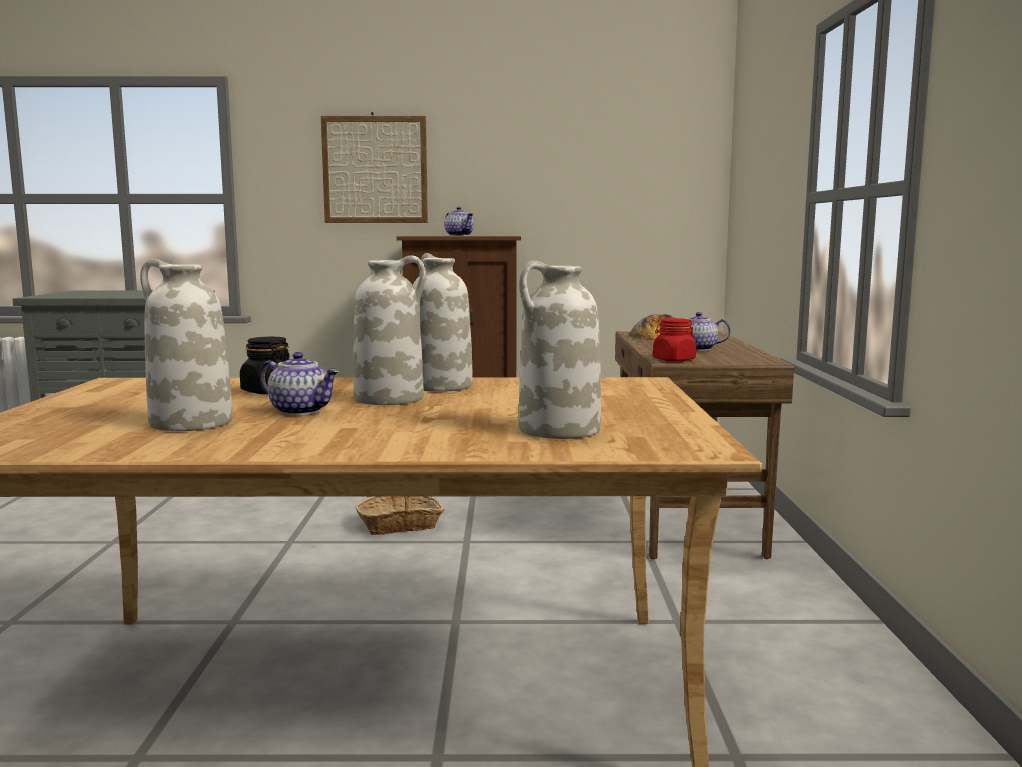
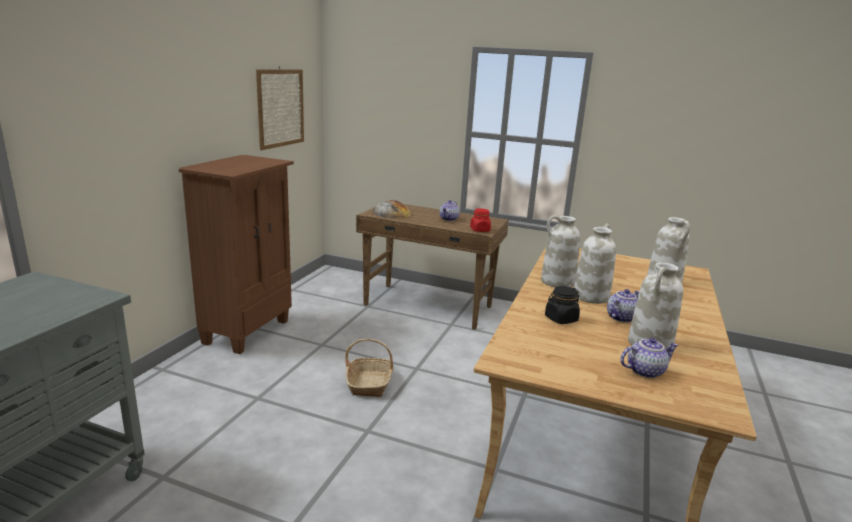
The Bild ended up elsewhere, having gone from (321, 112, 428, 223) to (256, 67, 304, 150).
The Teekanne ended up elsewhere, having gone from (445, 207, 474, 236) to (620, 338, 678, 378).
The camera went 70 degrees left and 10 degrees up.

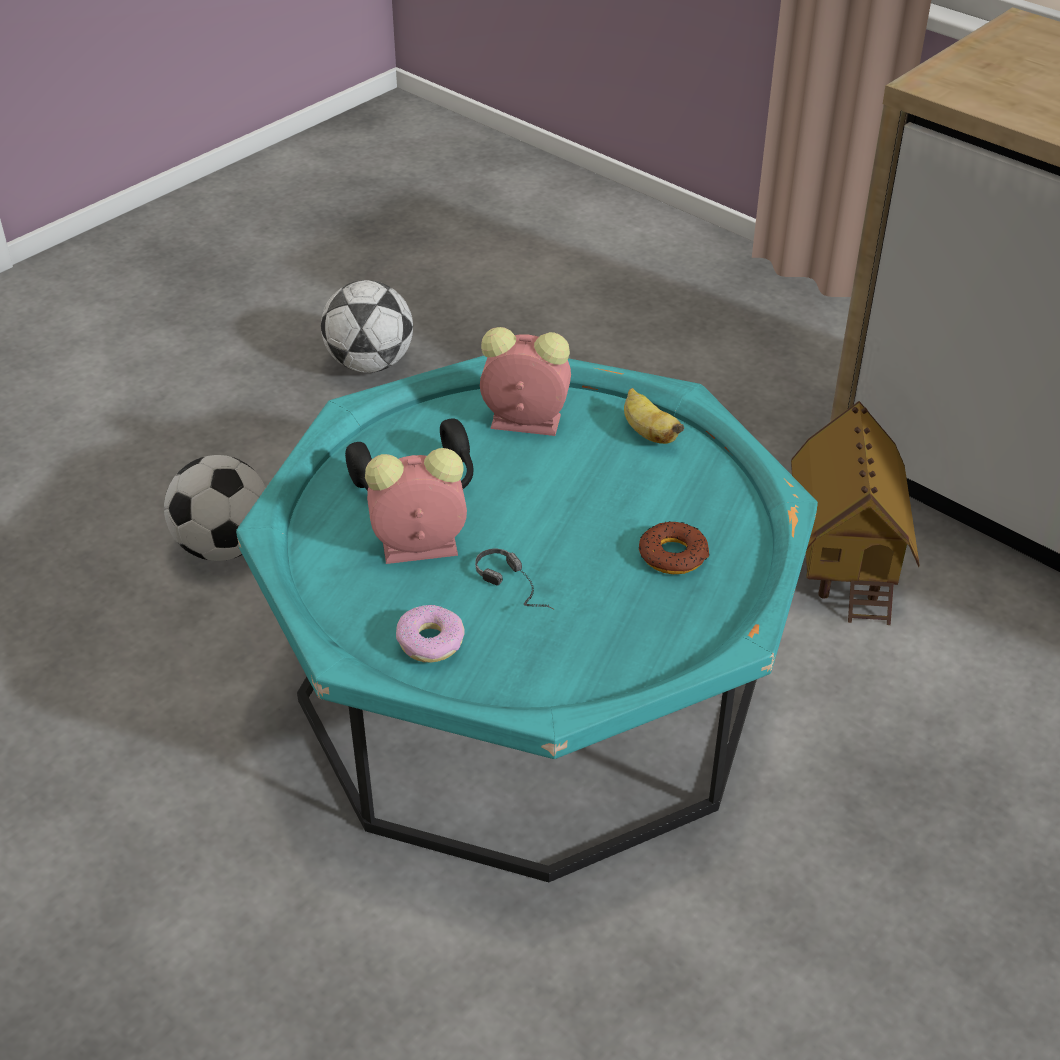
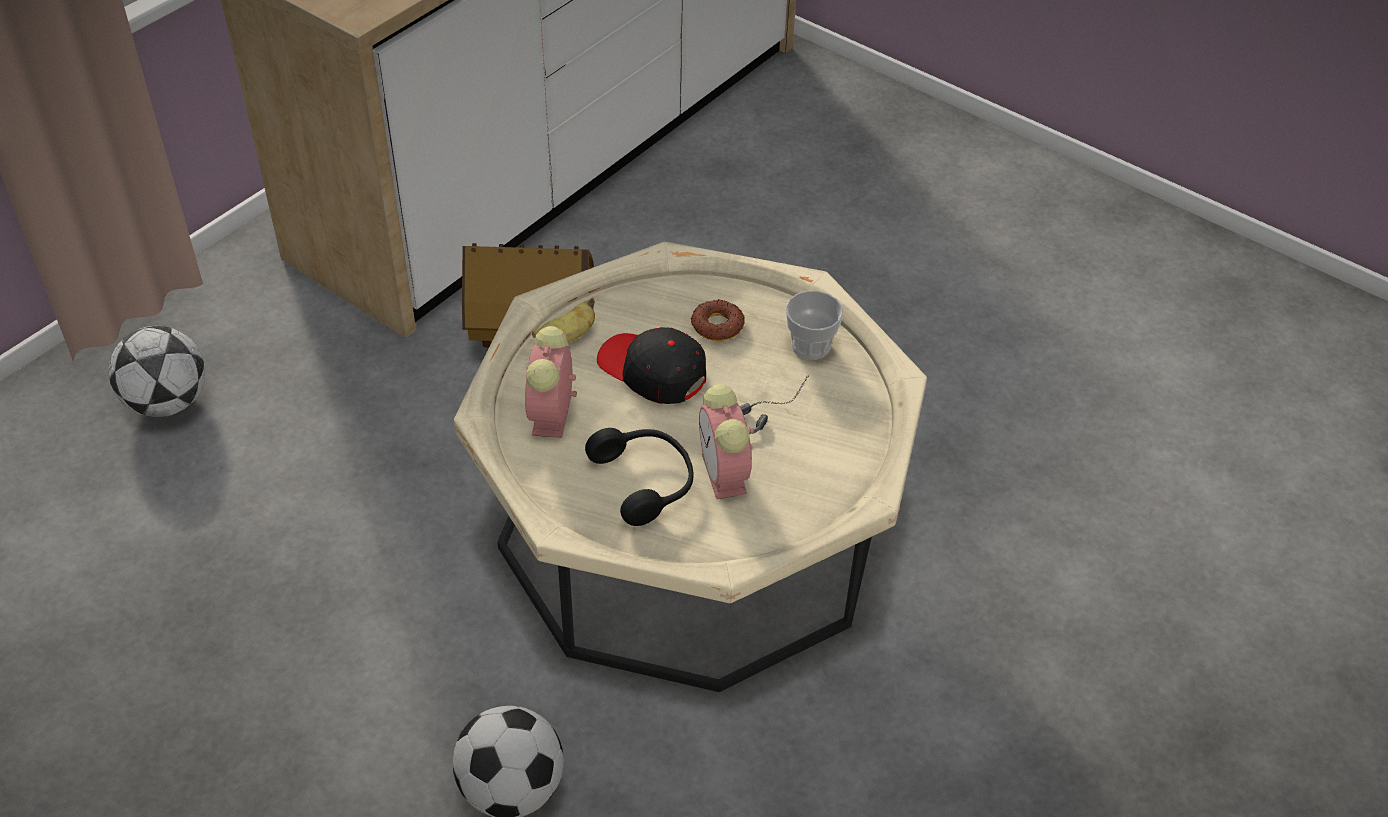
What was the Couchtisch [türkis] at (236, 356, 818, 882) turned into the Couchtisch [beige] at (454, 242, 927, 692).
The Fußball ended up elsewhere, having gone from (321, 280, 413, 373) to (108, 326, 205, 417).
The second view lost the Donut at (396, 605, 465, 662).
The second view gained the Kappe [schwarz] at (597, 327, 706, 404).
The second view gained the Tasse at (786, 291, 843, 360).
The camera went 95 degrees left and 5 degrees up.

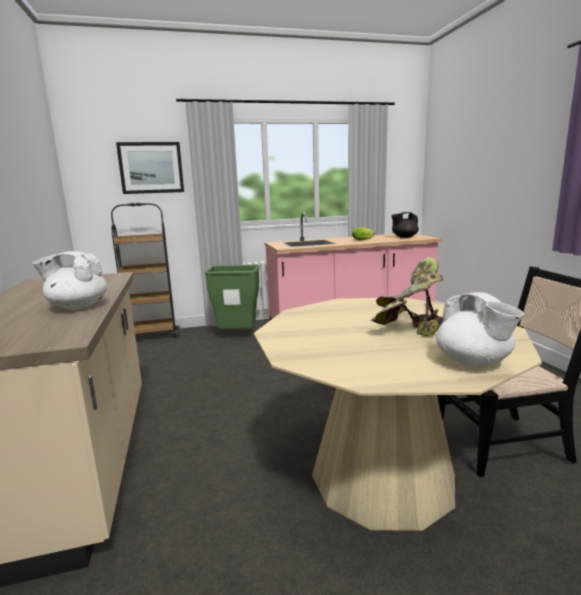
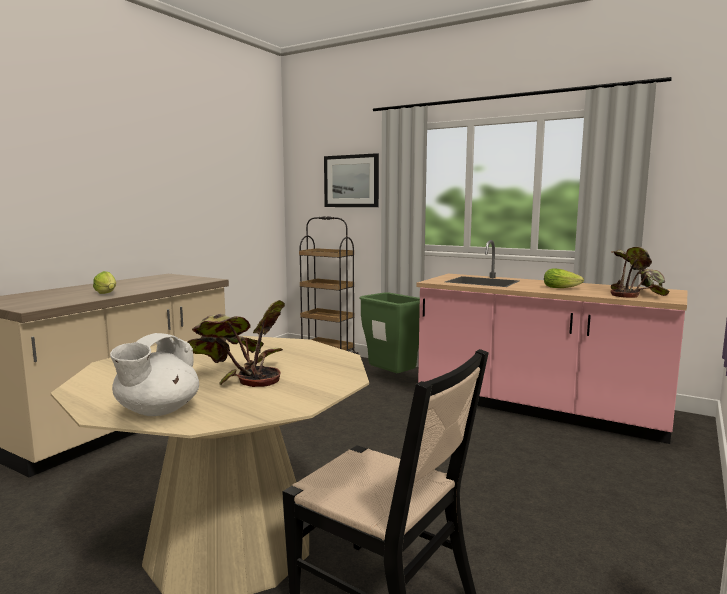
Where the Teekanne [weiß] stood at (32, 251, 107, 310), the Salatkopf came to stand at (93, 271, 116, 294).
Where the Teekanne [schwarz] stood at (392, 212, 419, 238), the Topfpflanze came to stand at (610, 247, 670, 298).
The camera went 45 degrees right and 5 degrees down.

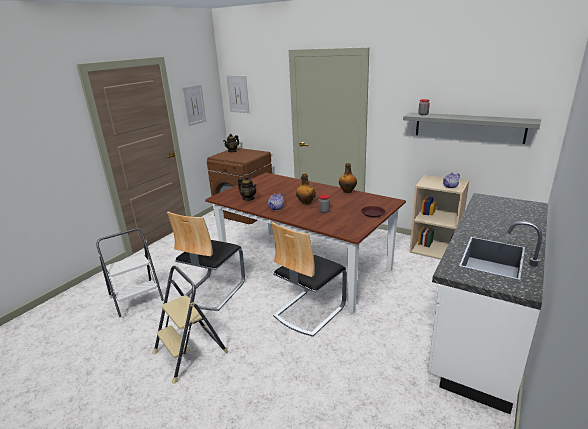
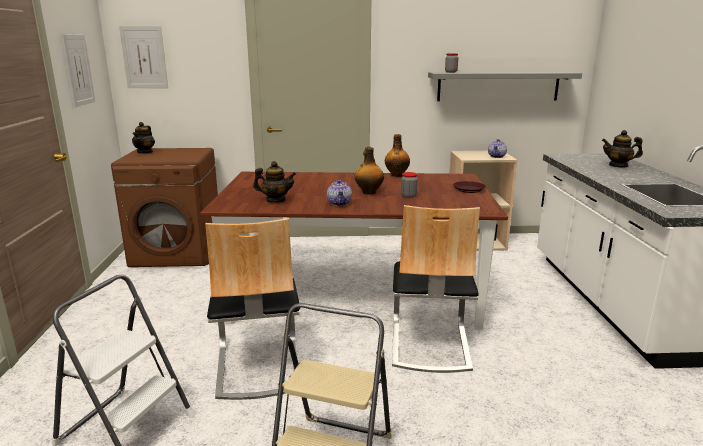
The second view gained the Teekanne at (602, 130, 643, 168).
The camera went 35 degrees left and 5 degrees down.

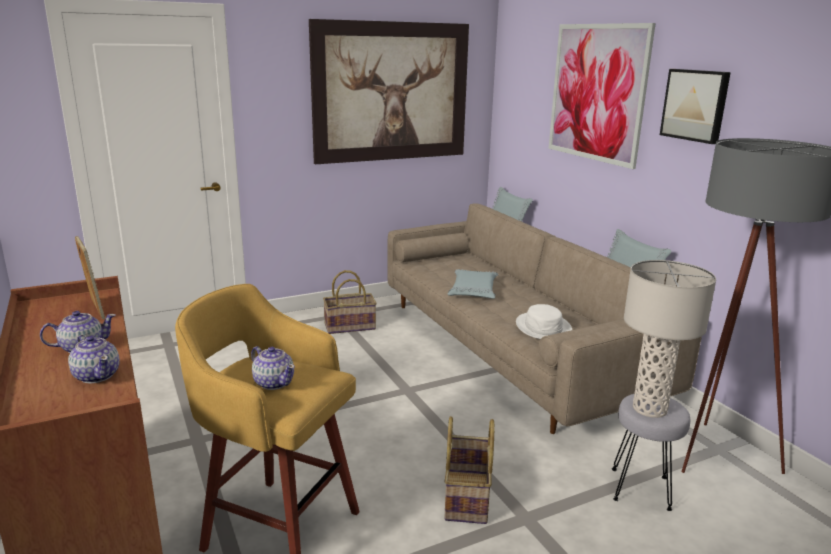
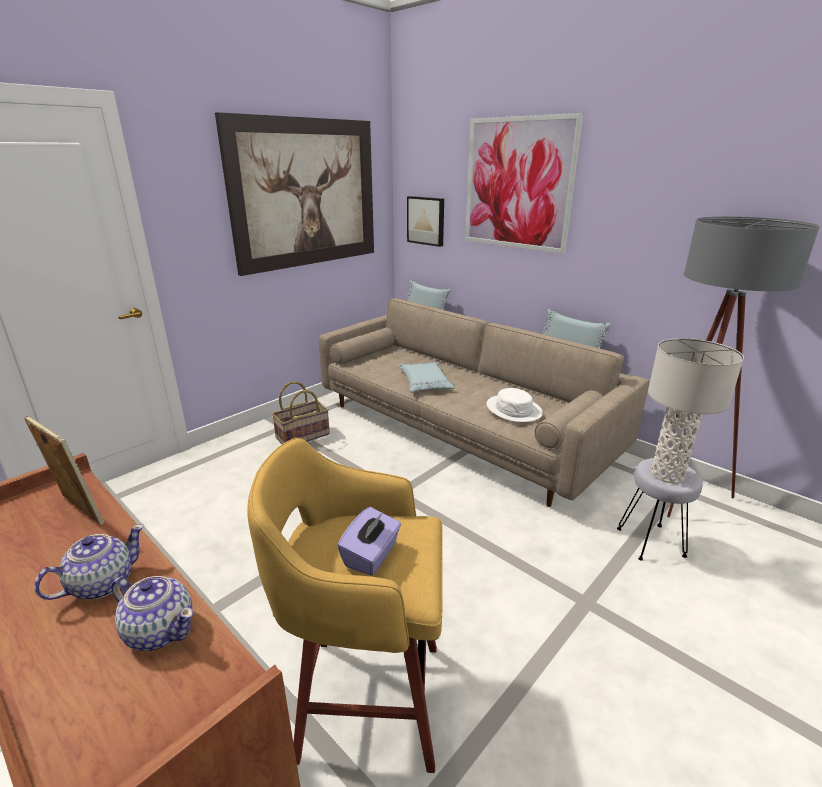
Where the Teekanne stood at (251, 346, 295, 390), the Taschentuchbox [lila] came to stand at (337, 507, 401, 576).
The second view lost the Korb at (444, 416, 494, 524).
The Bild ended up elsewhere, having gone from (660, 69, 731, 144) to (407, 196, 444, 247).
The camera went 20 degrees left and 5 degrees up.

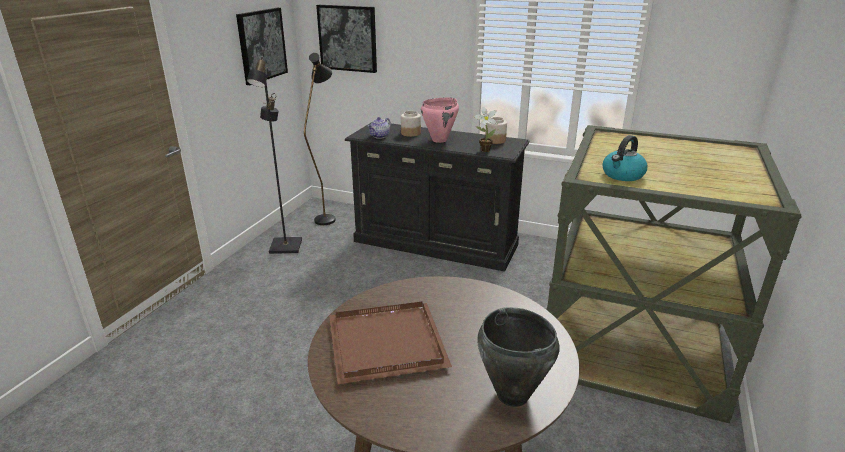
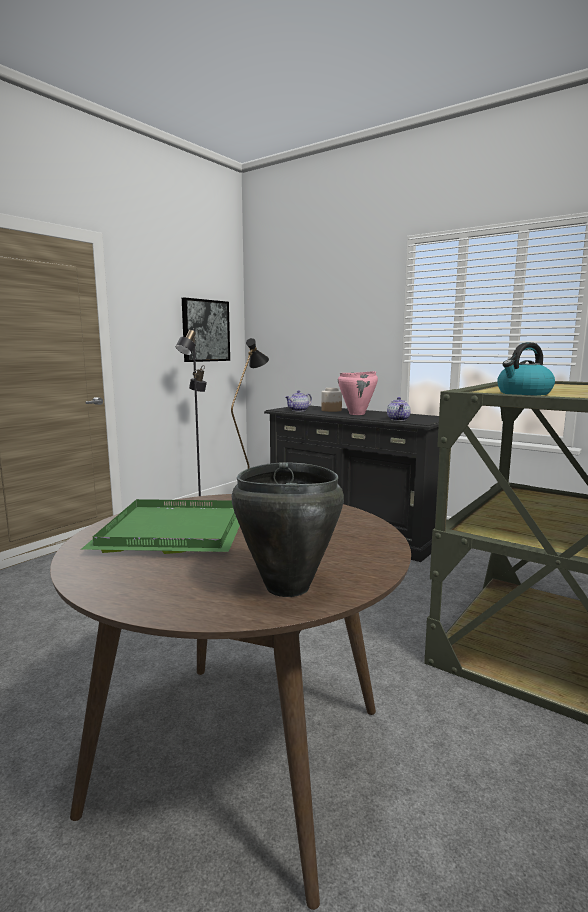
The second view lost the Bild at (316, 5, 377, 73).
What was the Tablett [braun] at (329, 302, 452, 384) turned into the Tablett [grün] at (82, 499, 240, 554).
Where the Topfpflanze stood at (474, 107, 498, 152), the Teekanne came to stand at (387, 397, 411, 421).
The second view lost the Vorratsglas at (485, 117, 507, 144).
The camera went 15 degrees right and 15 degrees down.

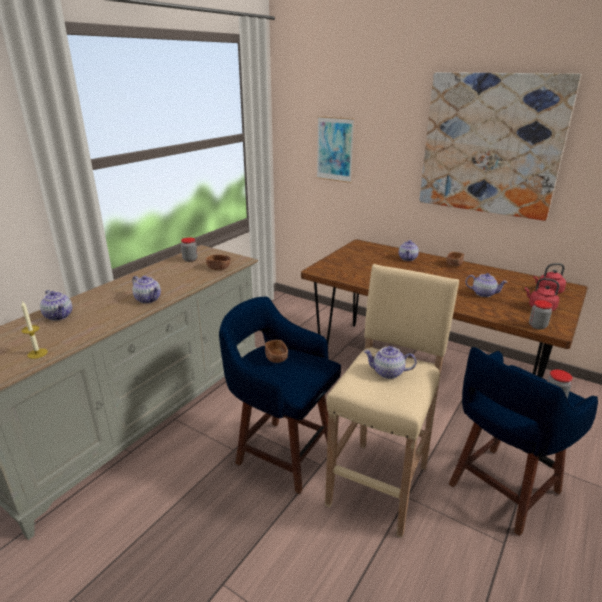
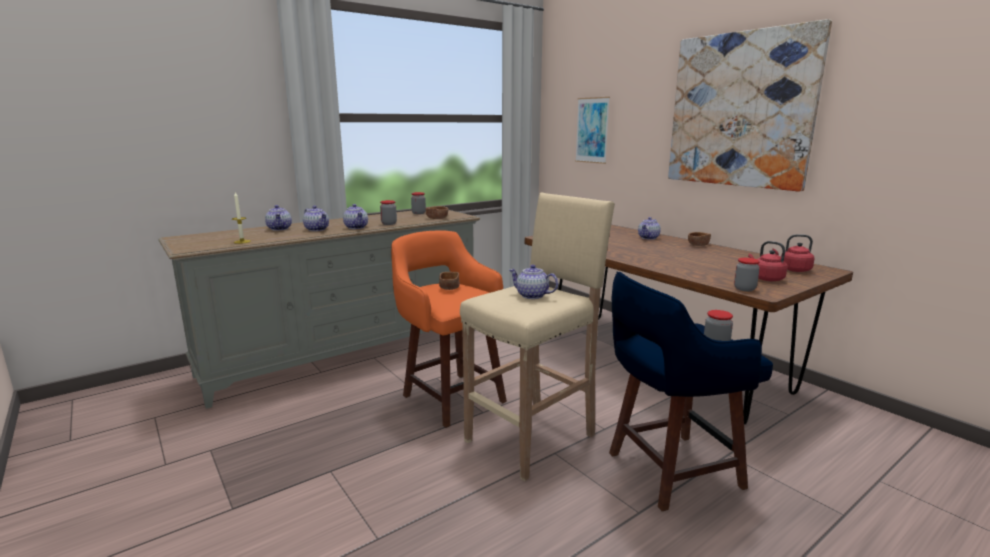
What was the Hocker [blau] at (219, 297, 341, 494) turned into the Hocker [orange] at (391, 230, 507, 428).
The Teekanne ended up elsewhere, having gone from (465, 273, 507, 297) to (303, 206, 329, 231).
The second view gained the Vorratsglas at (380, 200, 397, 225).
The camera went 20 degrees right and 10 degrees down.

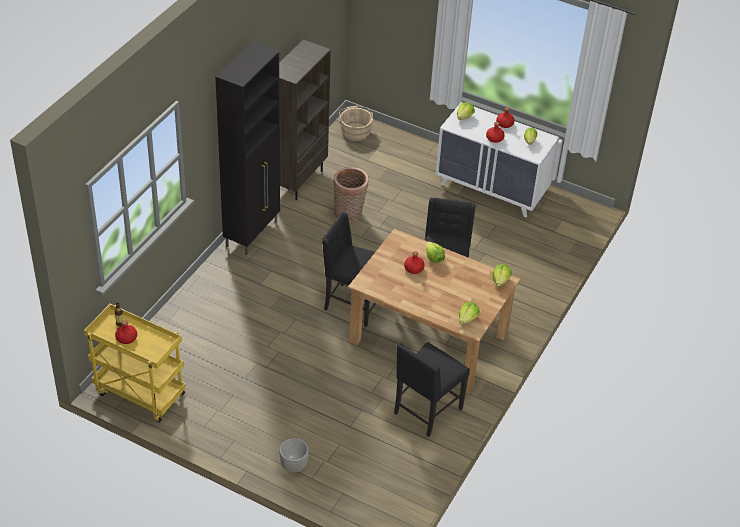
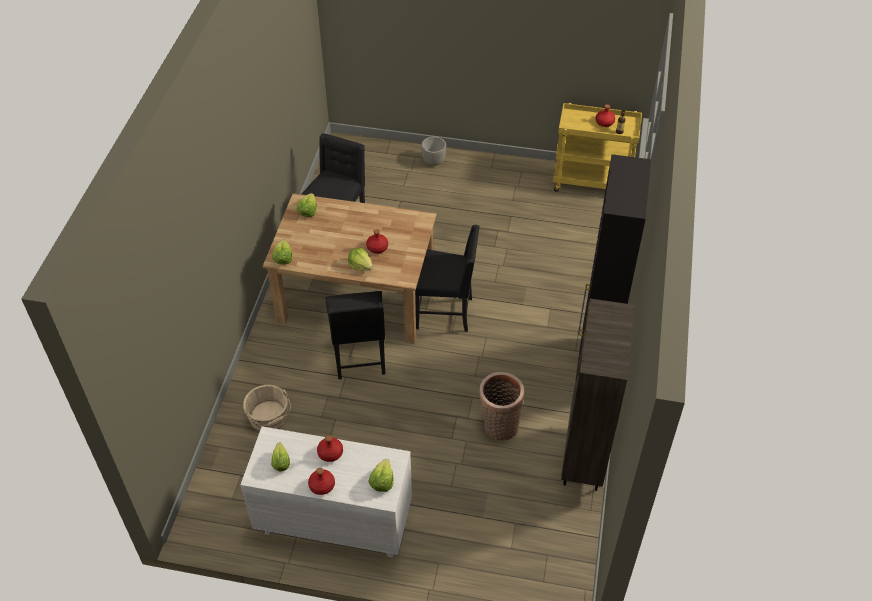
The Eimer [beige] ended up elsewhere, having gone from (339, 106, 373, 141) to (243, 385, 291, 431).
The camera went 165 degrees right and 5 degrees up.

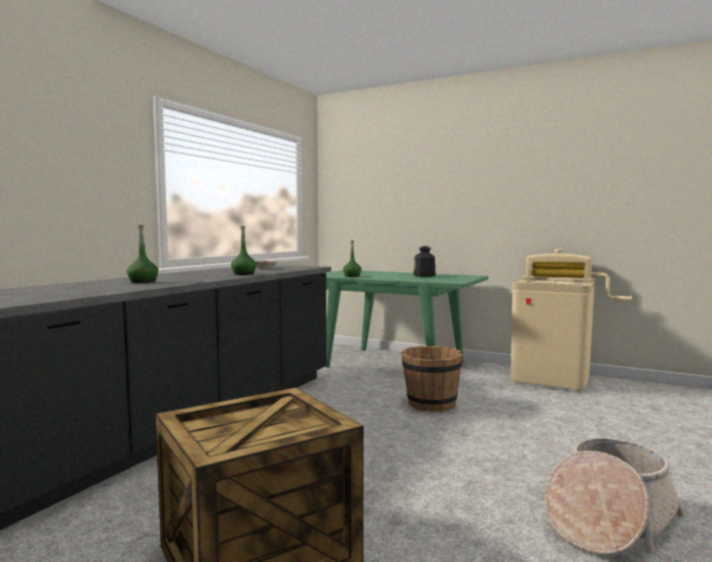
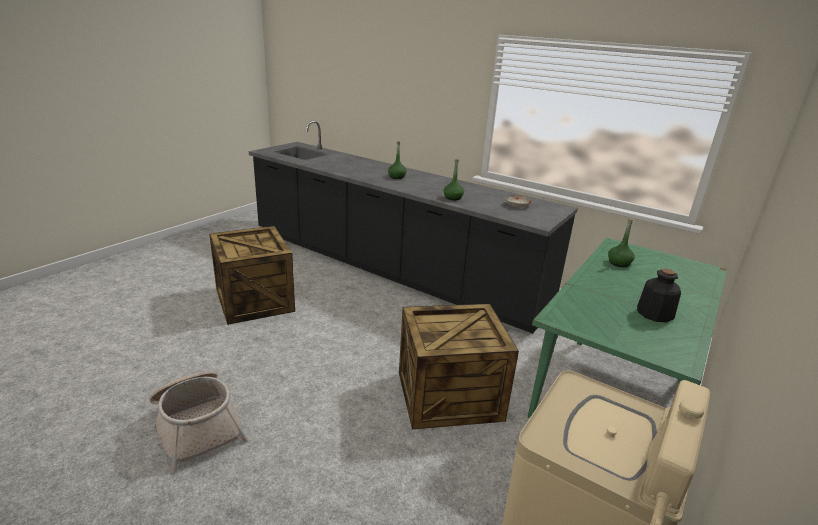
Where the Eimer [braun] stood at (401, 346, 463, 412), the Kiste came to stand at (399, 304, 519, 429).
The camera went 95 degrees right and 20 degrees up.

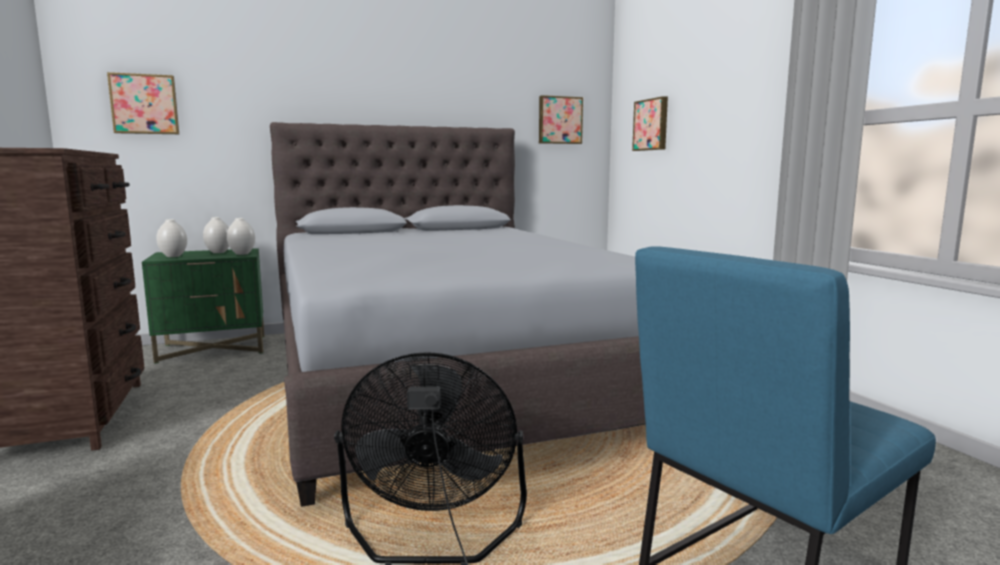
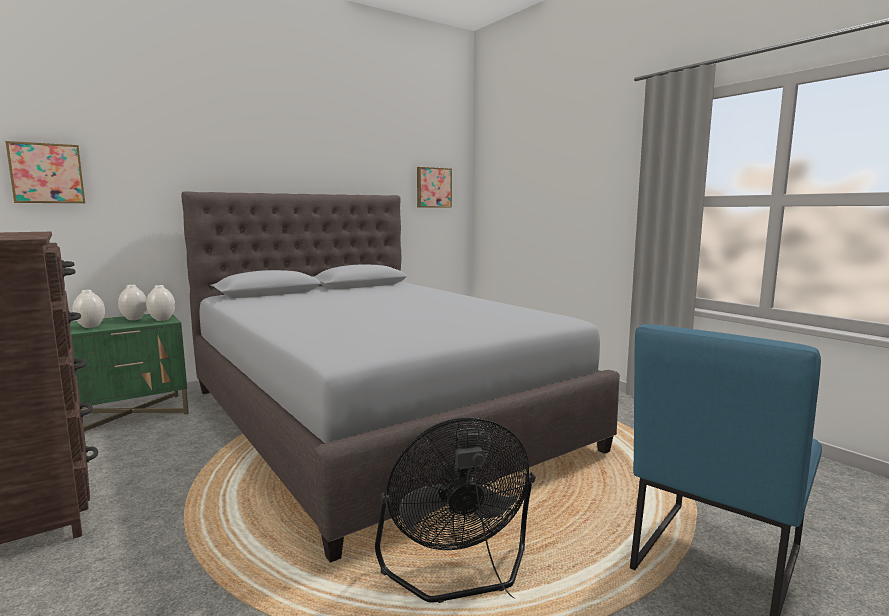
The second view lost the Bild at (632, 96, 668, 151).
The camera went 15 degrees left and 0 degrees up.

